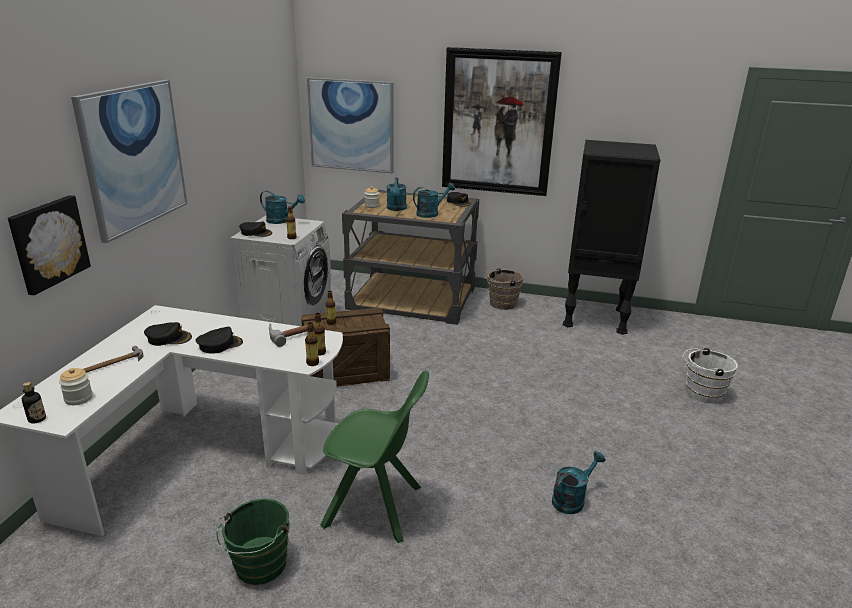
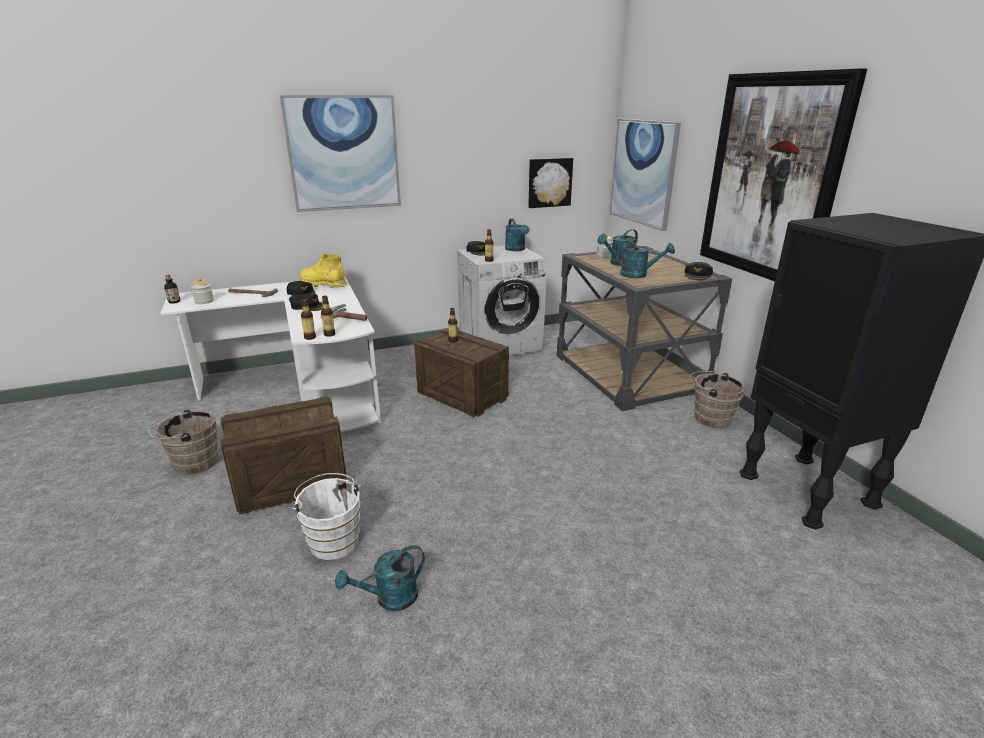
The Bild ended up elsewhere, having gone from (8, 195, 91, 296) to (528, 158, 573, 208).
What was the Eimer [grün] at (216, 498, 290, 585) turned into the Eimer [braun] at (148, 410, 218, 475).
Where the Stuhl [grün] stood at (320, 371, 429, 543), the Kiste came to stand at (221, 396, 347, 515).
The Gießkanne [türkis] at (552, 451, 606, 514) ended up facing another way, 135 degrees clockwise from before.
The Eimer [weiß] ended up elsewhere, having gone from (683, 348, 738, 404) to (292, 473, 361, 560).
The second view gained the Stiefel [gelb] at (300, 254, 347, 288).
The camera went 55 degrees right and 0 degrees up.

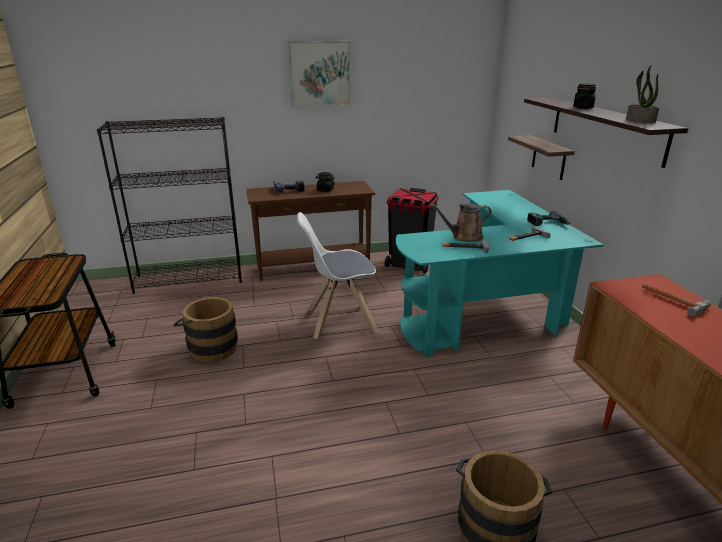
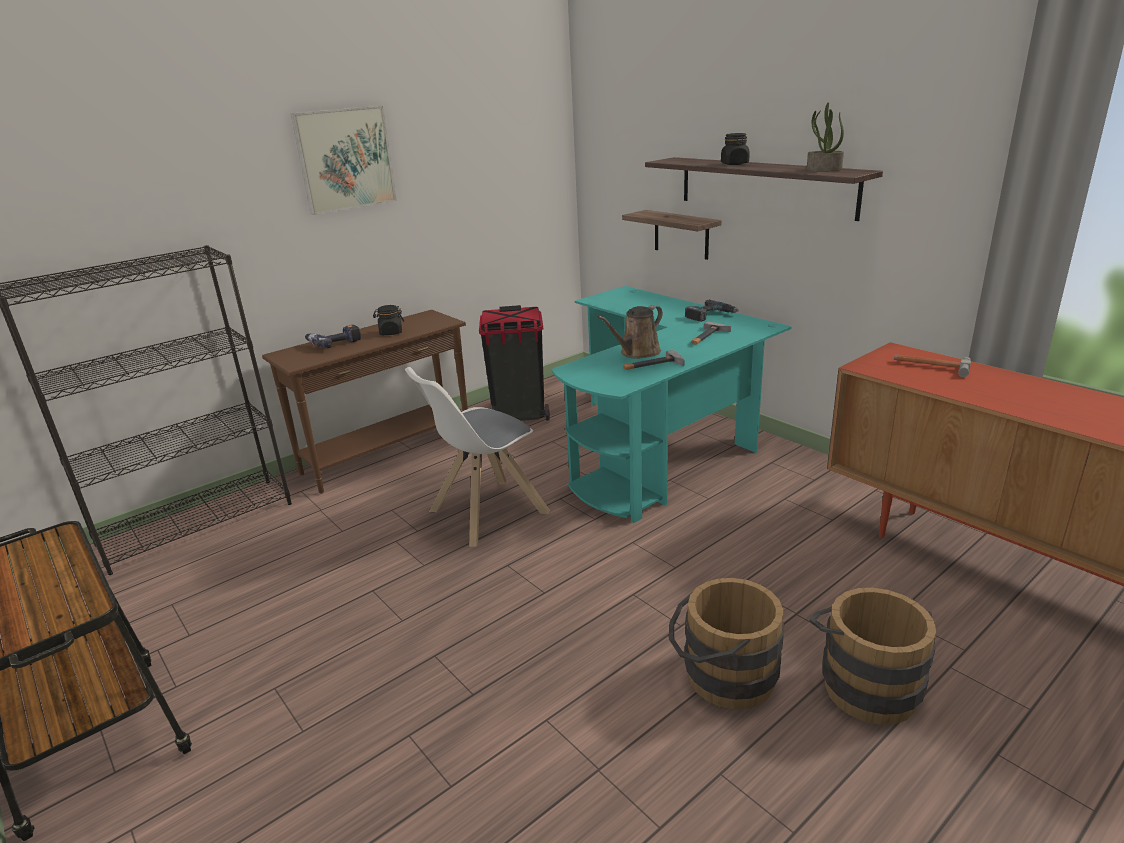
The Eimer [braun] ended up elsewhere, having gone from (173, 297, 238, 363) to (669, 578, 784, 710).
The camera went 25 degrees left and 0 degrees up.

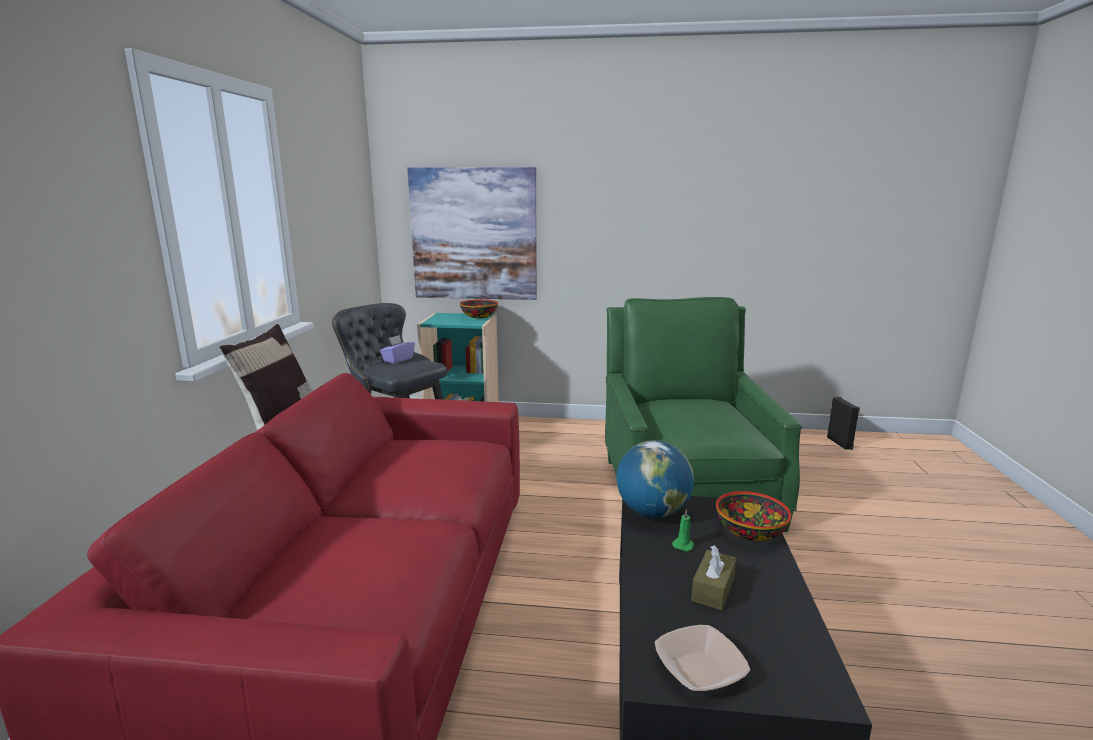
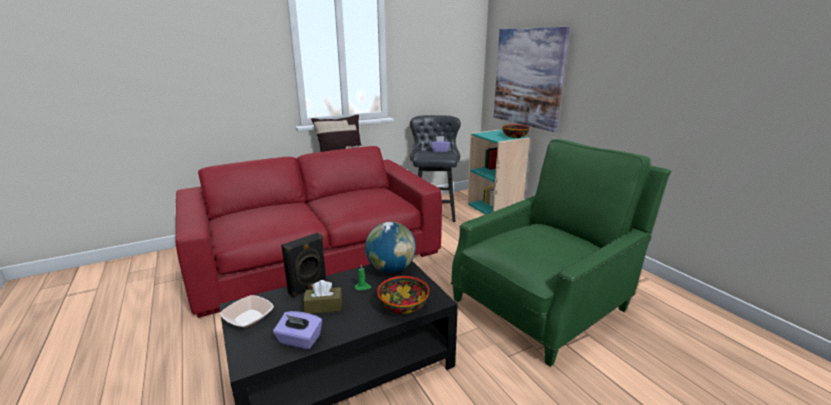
The Lautsprecher [schwarz] ended up elsewhere, having gone from (827, 397, 860, 450) to (281, 233, 327, 298).
The second view gained the Taschentuchbox [lila] at (273, 311, 322, 349).
The camera went 55 degrees right and 5 degrees up.

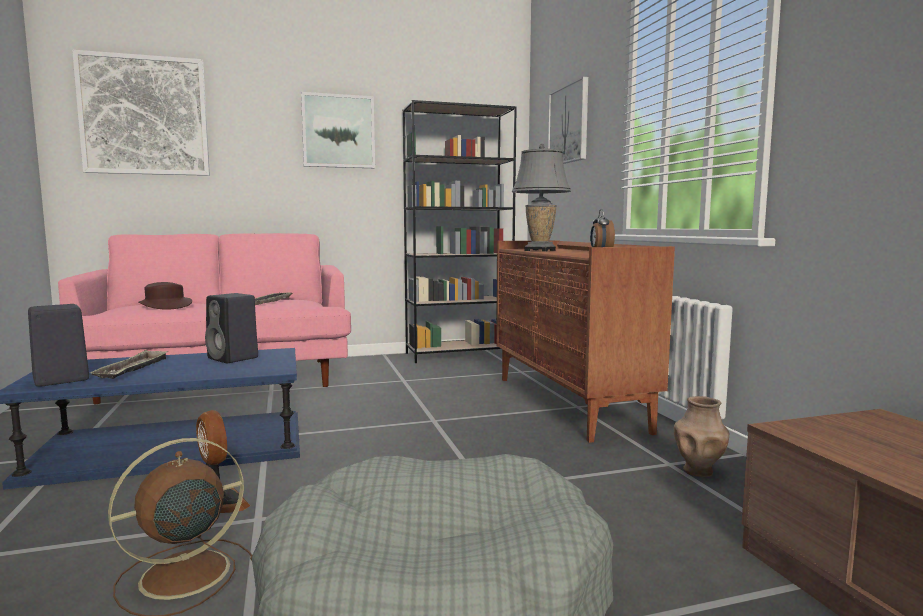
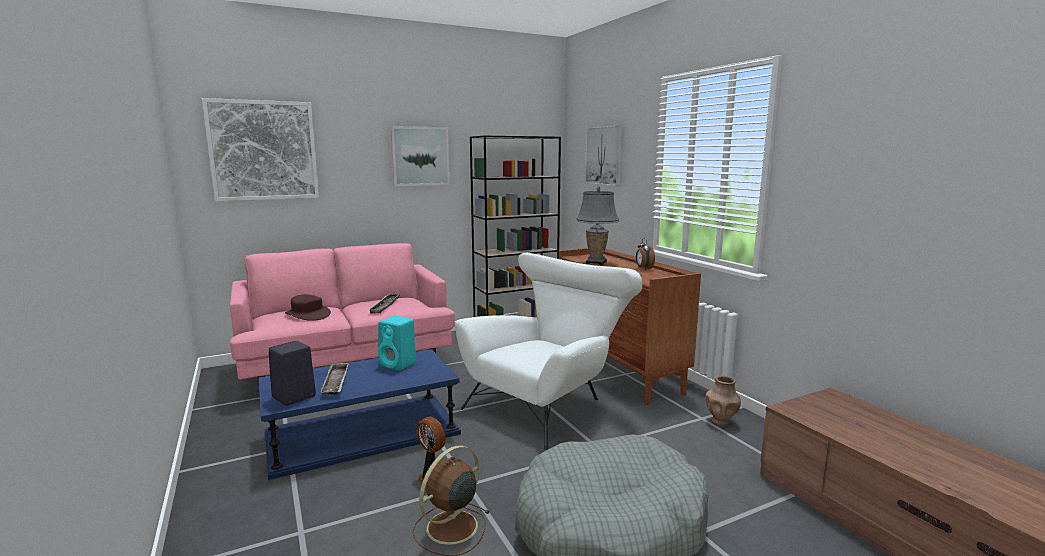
What was the Lautsprecher [schwarz] at (205, 293, 258, 363) turned into the Lautsprecher [türkis] at (378, 316, 416, 371).
The second view gained the Sessel [weiß] at (455, 253, 642, 450).
The camera went 10 degrees left and 5 degrees up.

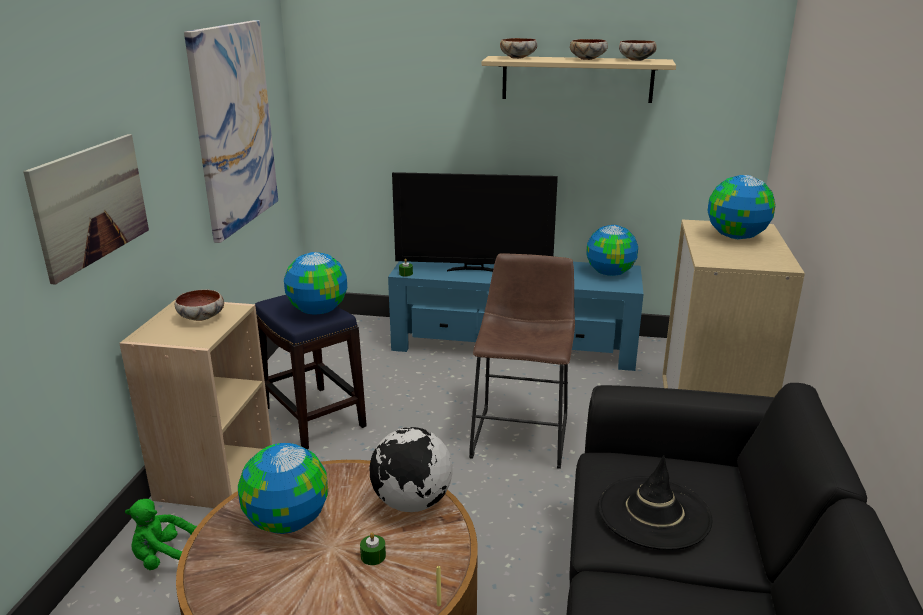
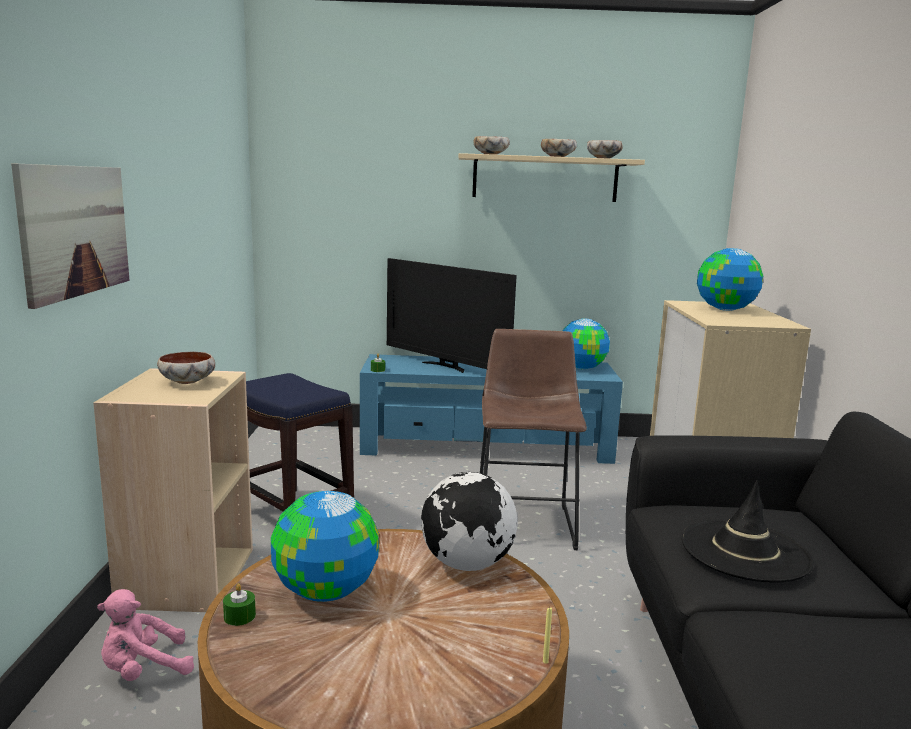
What was the Plüschtier [grün] at (125, 499, 197, 570) turned into the Plüschtier [rosa] at (97, 589, 194, 681).
The second view lost the Bild at (184, 20, 278, 243).
The second view lost the Globus at (284, 252, 347, 314).
The Kerze [grün] ended up elsewhere, having gone from (360, 533, 386, 565) to (223, 583, 256, 626).
The Fernseher at (392, 172, 558, 272) ended up facing another way, 45 degrees clockwise from before.
The camera went 10 degrees left and 10 degrees down.

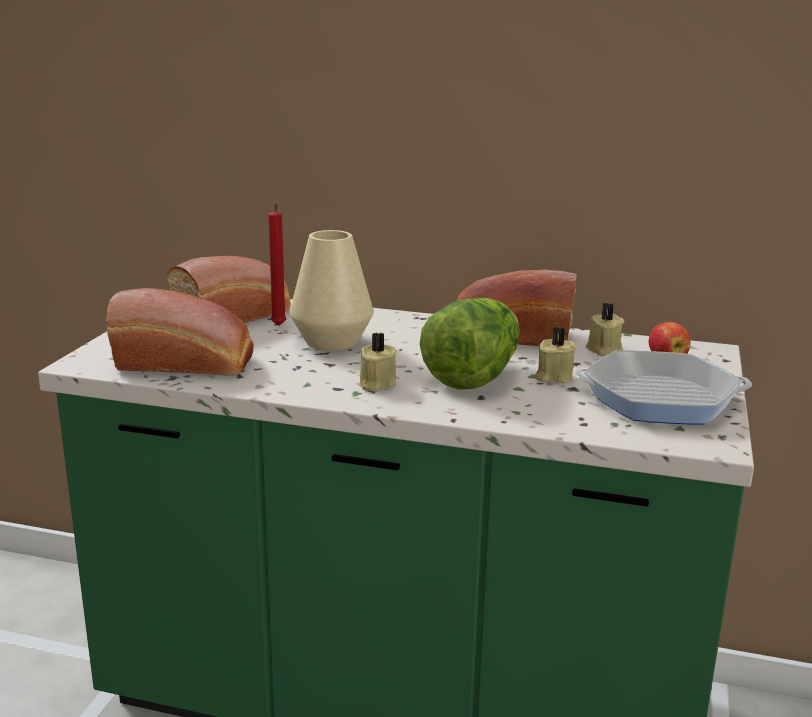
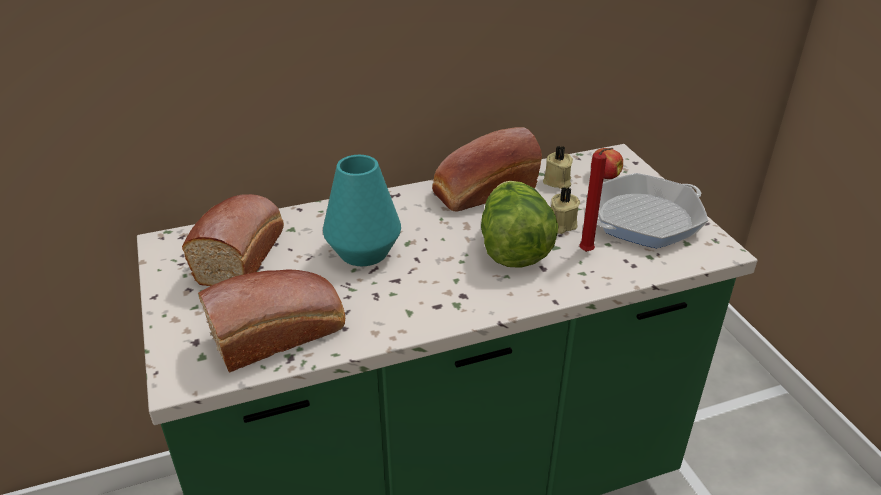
The Kerze [rot] ended up elsewhere, having gone from (268, 203, 287, 326) to (579, 148, 614, 252).
What was the Vase [beige] at (290, 230, 373, 350) turned into the Vase [türkis] at (323, 155, 401, 266).
The second view lost the Kerze [beige] at (360, 332, 397, 392).
The camera went 35 degrees left and 15 degrees up.

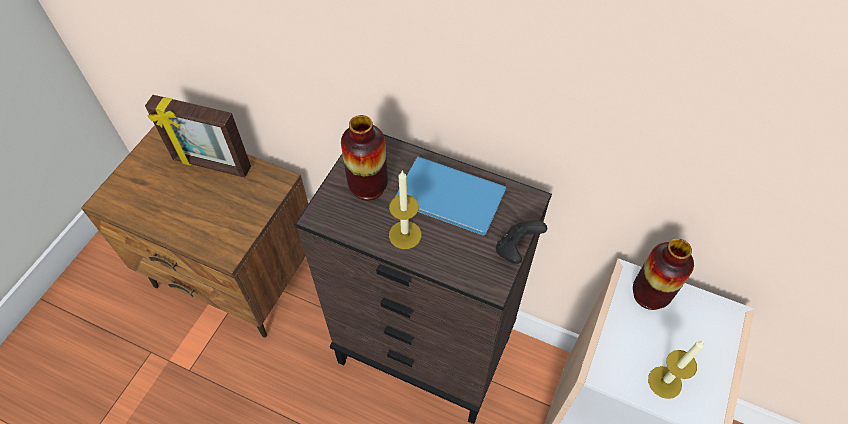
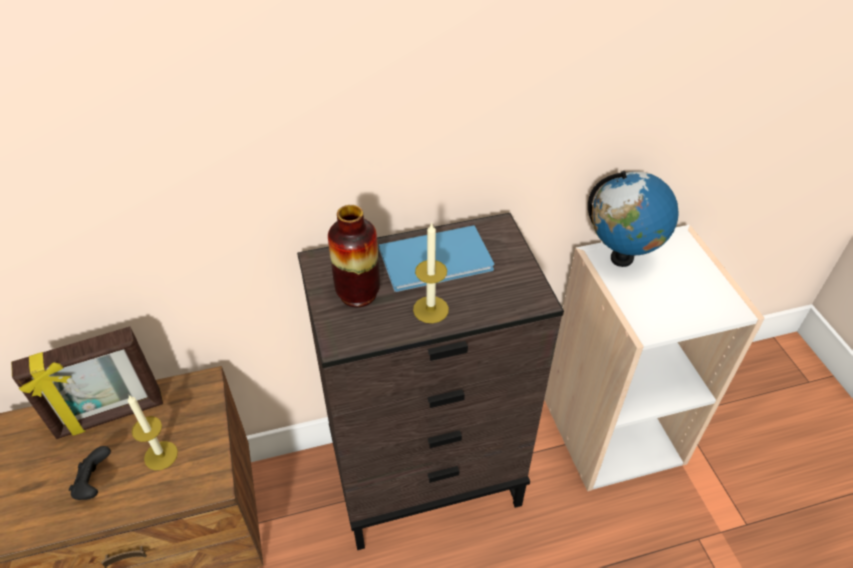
The Gamepad [schwarz] ended up elsewhere, having gone from (496, 220, 547, 264) to (69, 446, 111, 500).
Where the Vase stood at (633, 239, 694, 310), the Globus came to stand at (588, 171, 679, 267).
The Kerze ended up elsewhere, having gone from (648, 340, 704, 399) to (128, 395, 178, 470).
The camera went 40 degrees left and 10 degrees down.

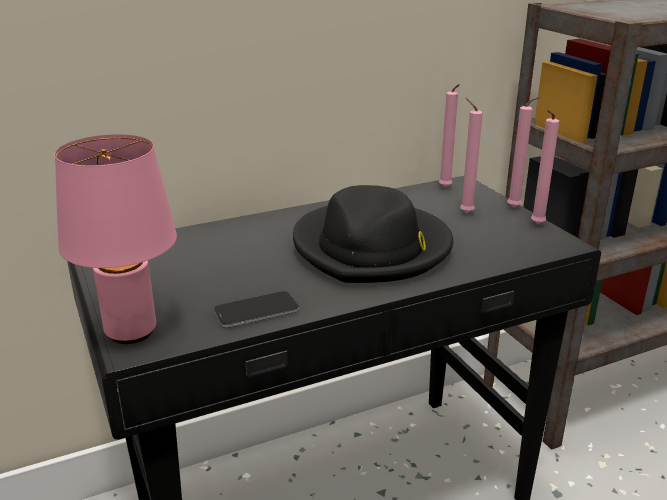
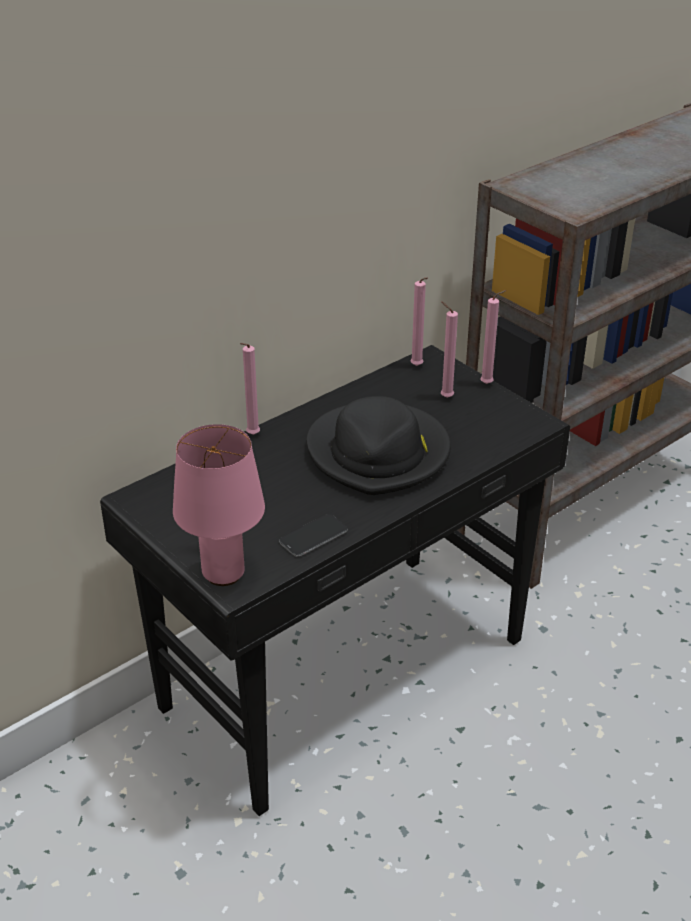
The Kerze [rosa] ended up elsewhere, having gone from (531, 110, 559, 224) to (240, 343, 260, 435).
The camera went 15 degrees left and 10 degrees up.

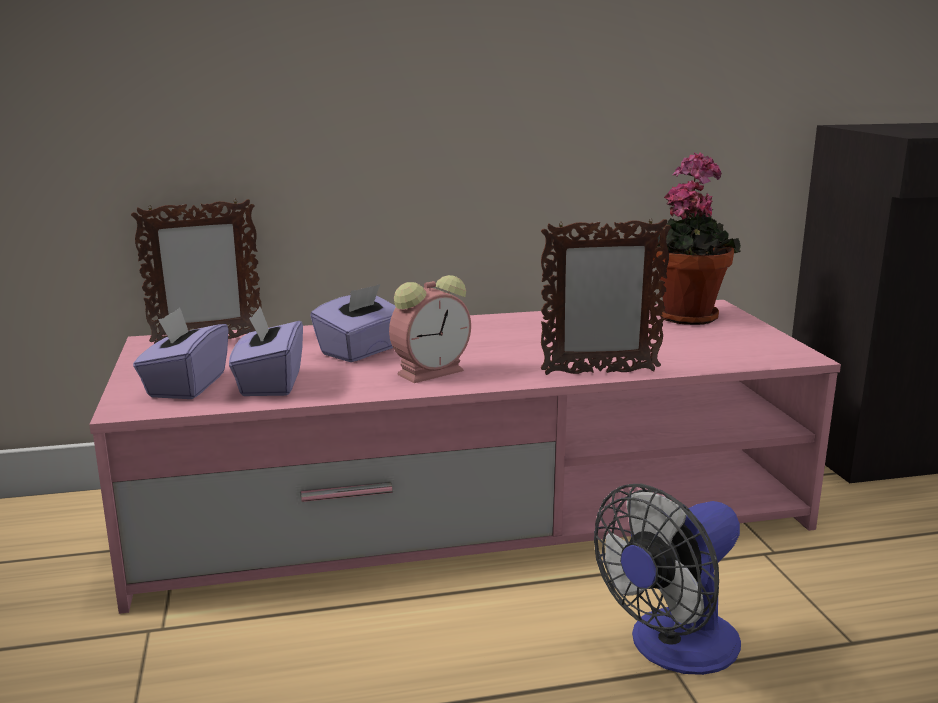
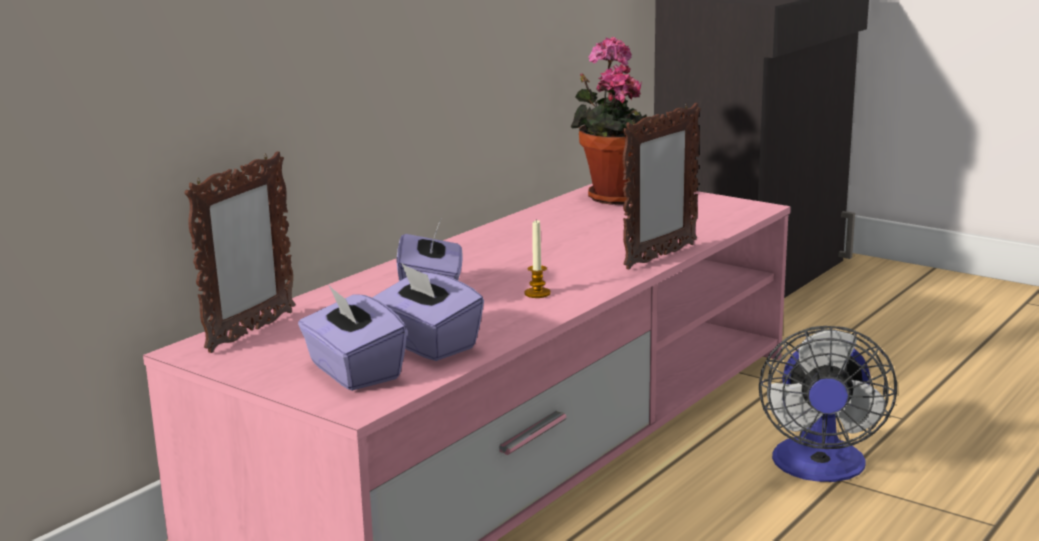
Where the Wecker stood at (389, 275, 471, 383), the Kerze came to stand at (525, 219, 551, 298).
The camera went 40 degrees left and 0 degrees up.

